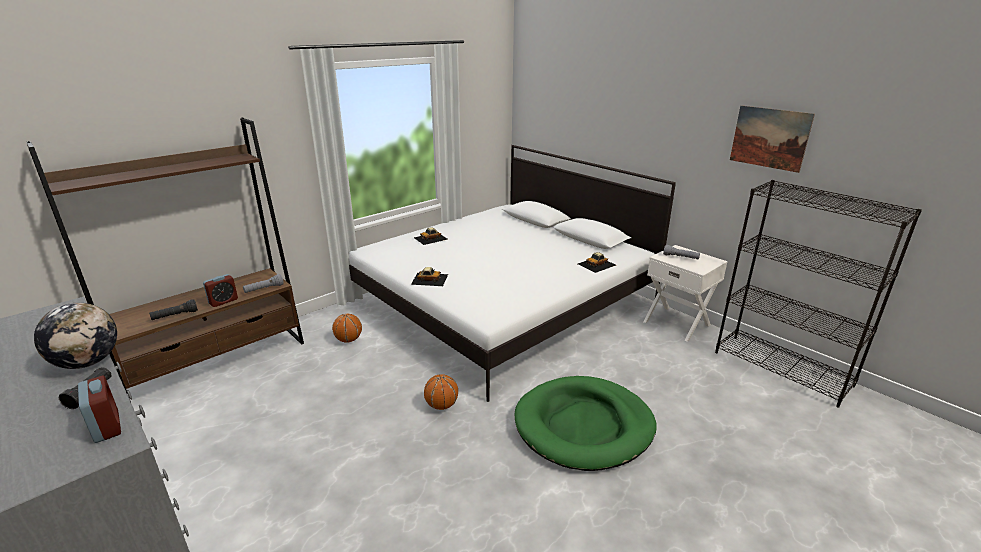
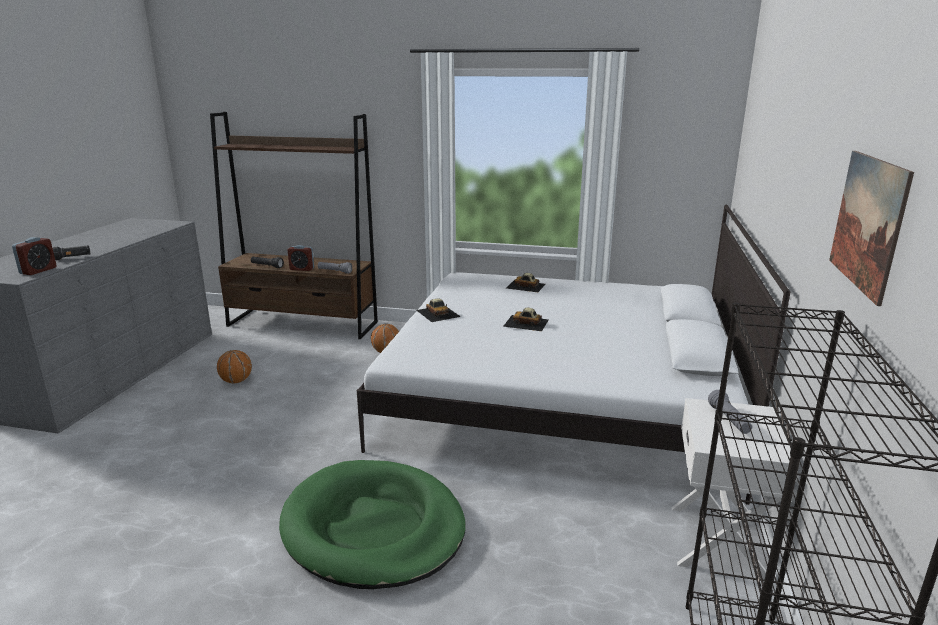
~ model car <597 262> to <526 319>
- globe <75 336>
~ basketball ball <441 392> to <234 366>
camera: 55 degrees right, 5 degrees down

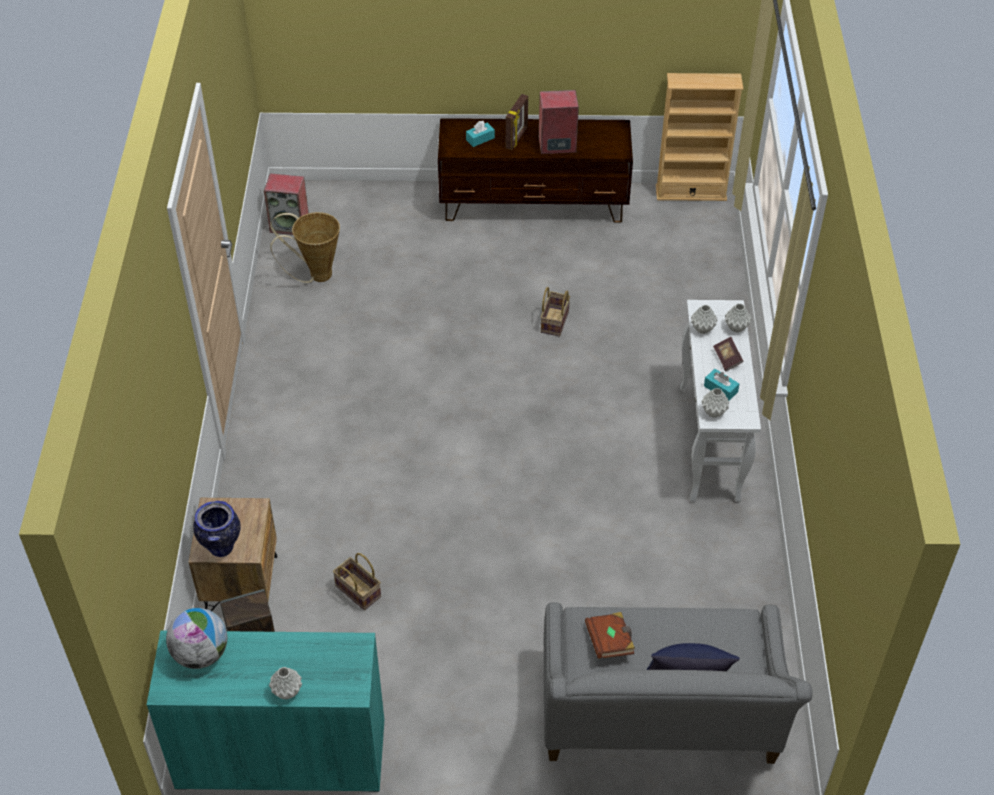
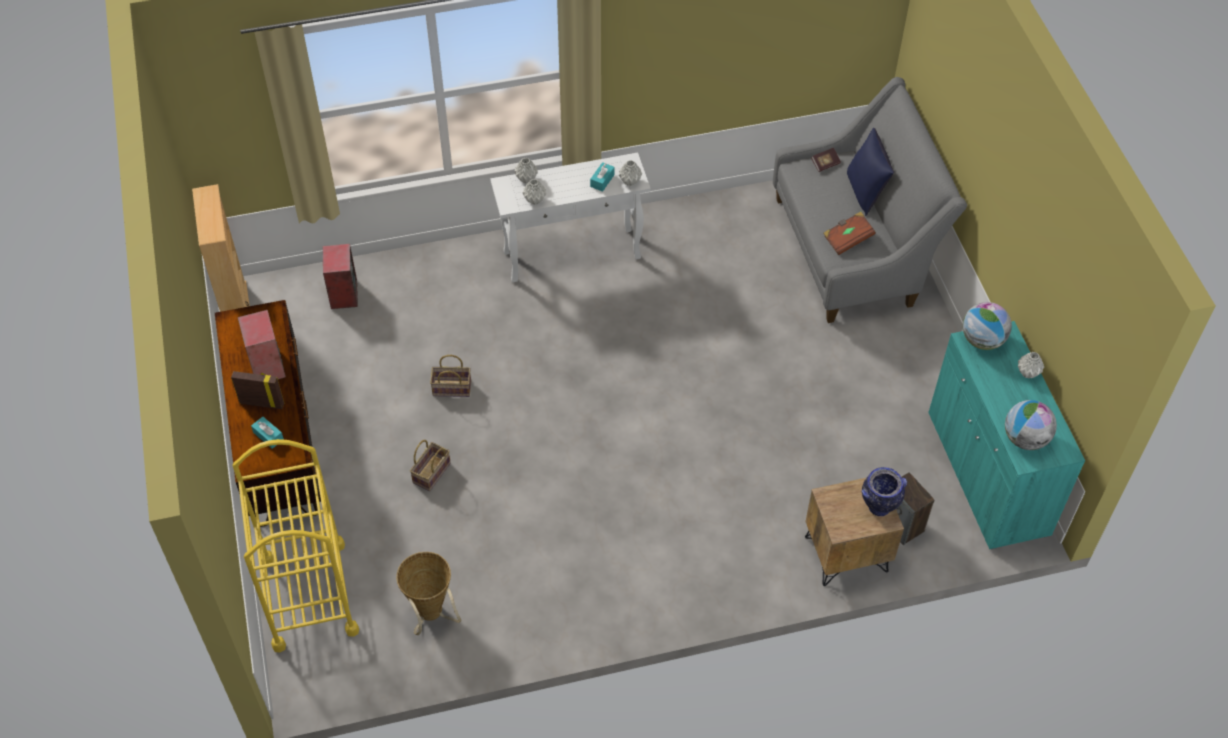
~ loudspeaker <286 204> to <340 276>
~ volume <728 354> to <826 160>
~ storage basket <357 582> to <430 465>
+ globe <987 326>
+ cart (yellow-coloured) <296 545>
camera: 105 degrees left, 5 degrees up

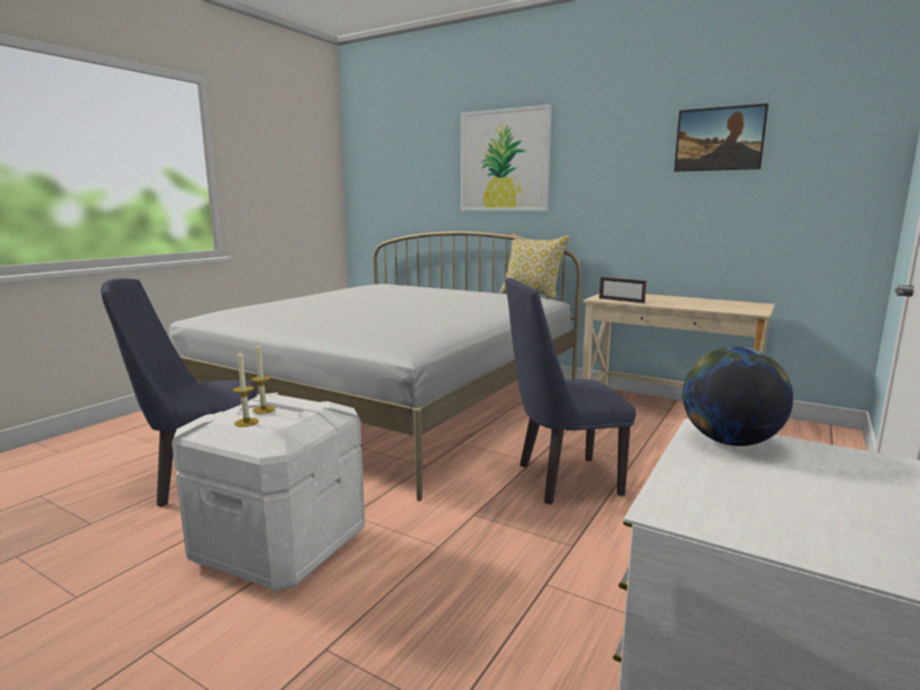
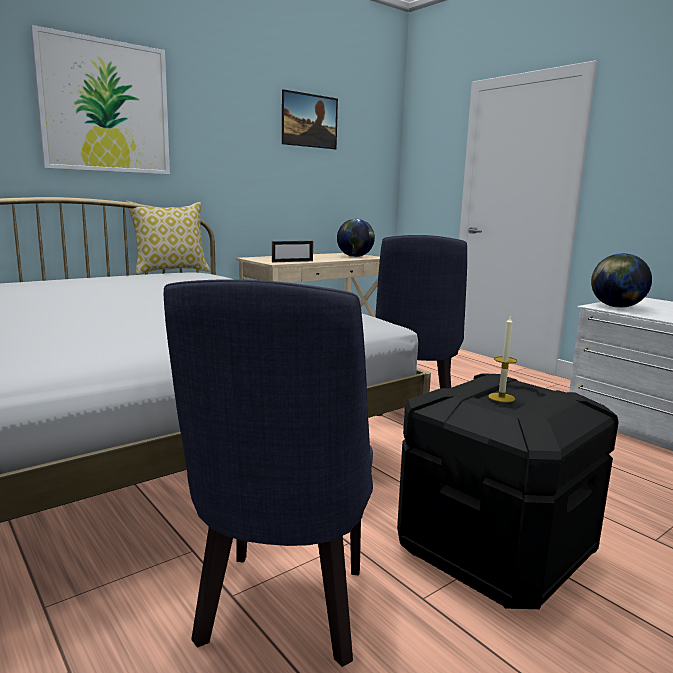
- wax candle <246 389>
~ storage container (white) <268 491> to storage container (black) <508 491>
+ globe <356 238>
camera: 70 degrees left, 0 degrees up

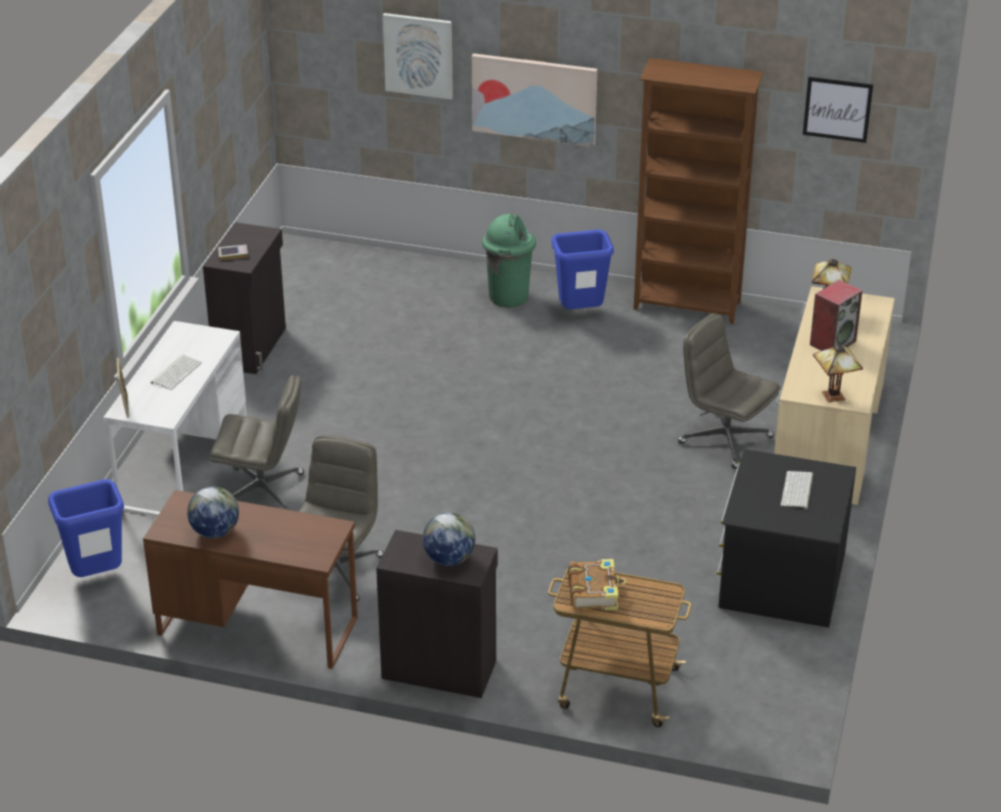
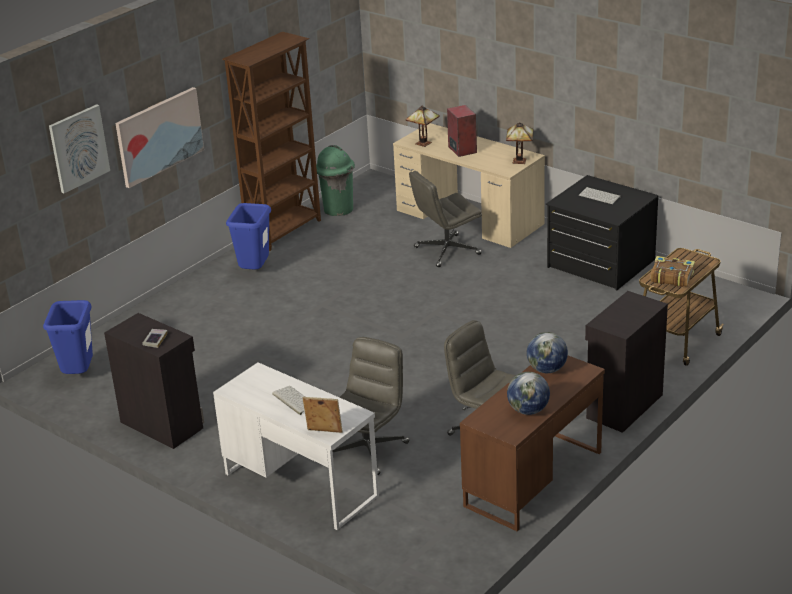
- wall art <838 110>
~ waste bin (greenish) <509 261> to <335 180>
~ waste bin (blue-coloured) <86 528> to <68 337>
~ globe <449 539> to <547 352>
camera: 65 degrees left, 5 degrees down

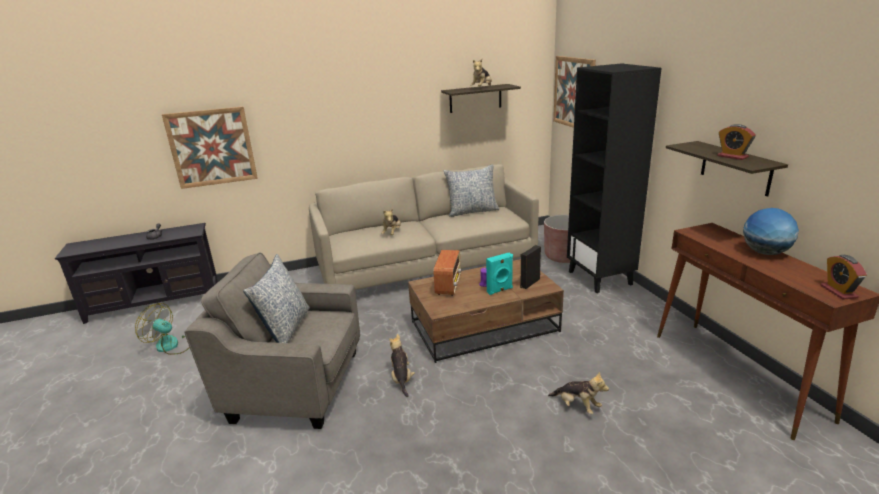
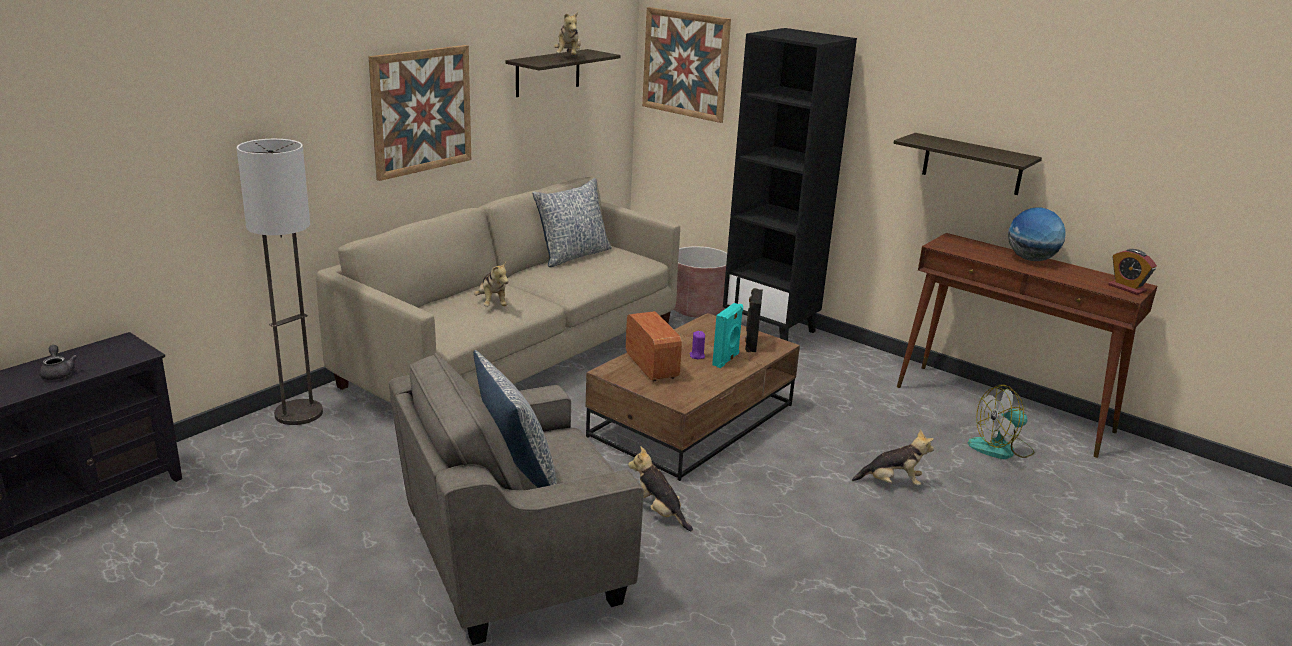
~ wall art <210 147> to <420 113>
- alarm clock <736 142>
~ electric fan <162 329> to <1001 422>
+ floor lamp <280 282>
camera: 35 degrees left, 0 degrees up

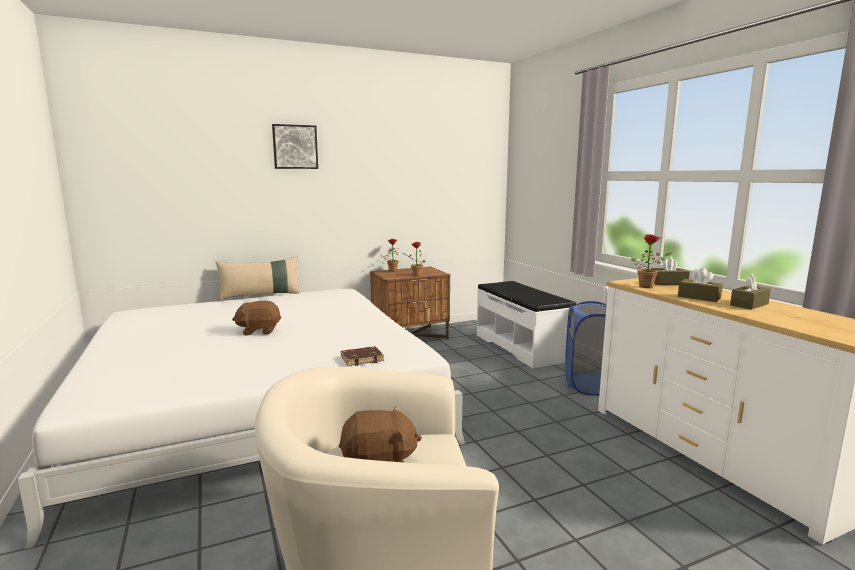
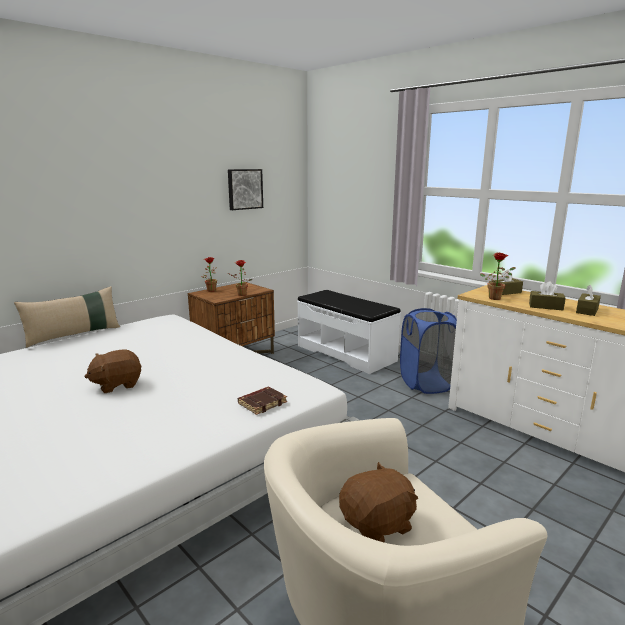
~ wall art <295 146> to <245 189>
camera: 20 degrees left, 5 degrees up

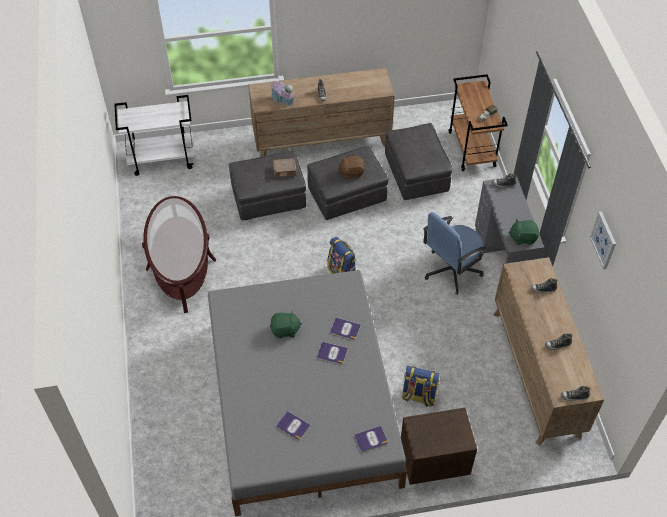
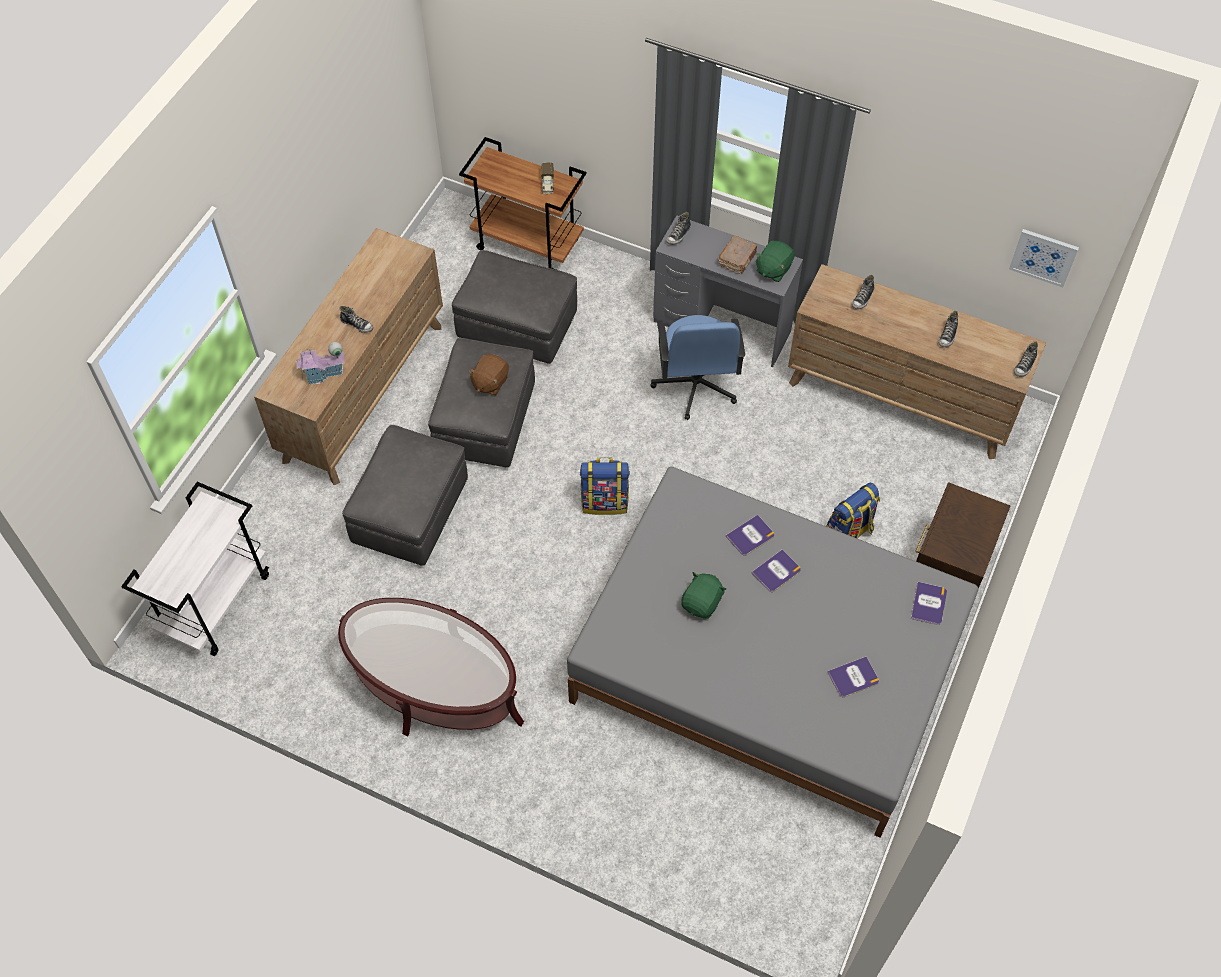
~ volume (brown) <285 167> to <737 255>
~ wall art <603 240> to <1044 258>
camera: 55 degrees left, 5 degrees up

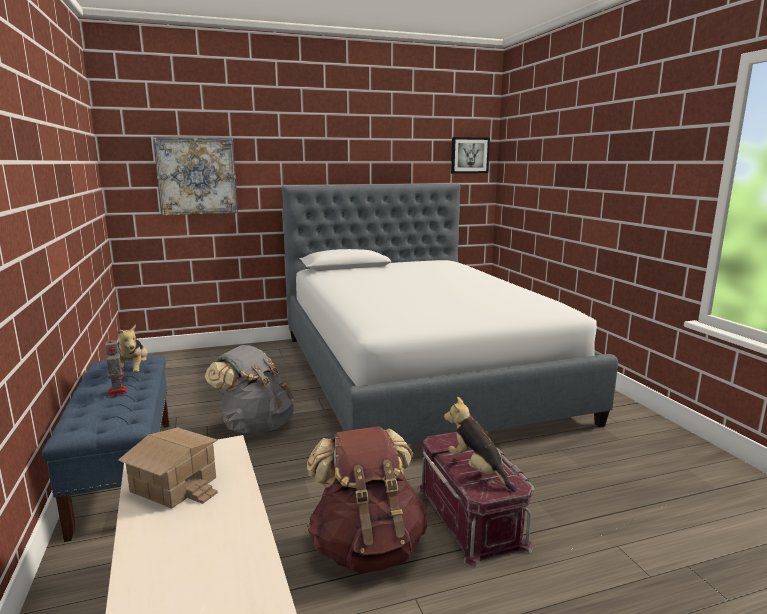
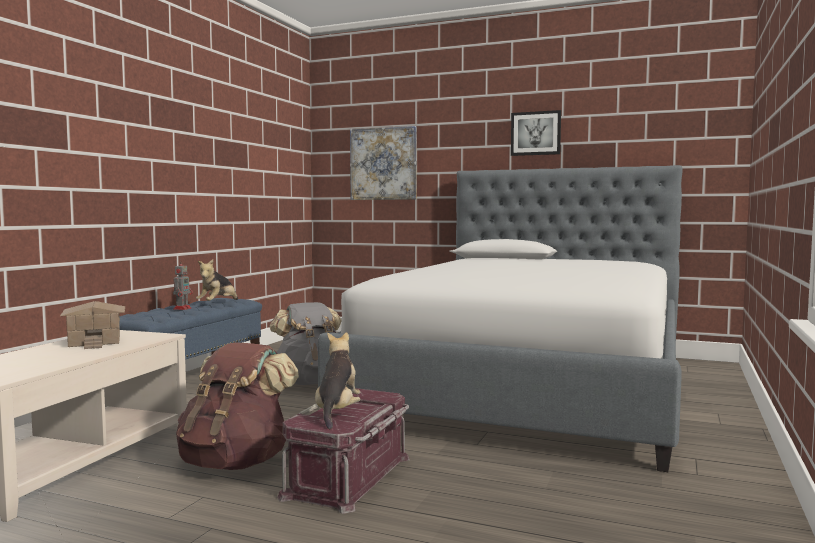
~ wall art <470 155> to <536 133>
camera: 40 degrees right, 10 degrees down

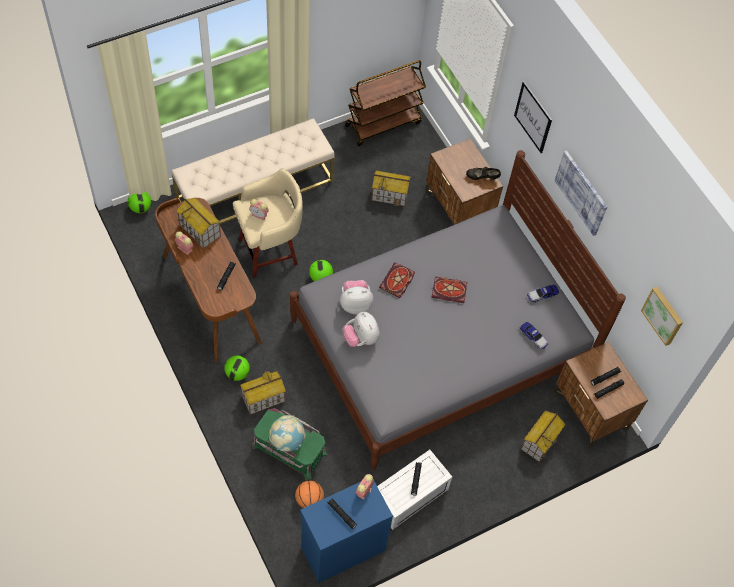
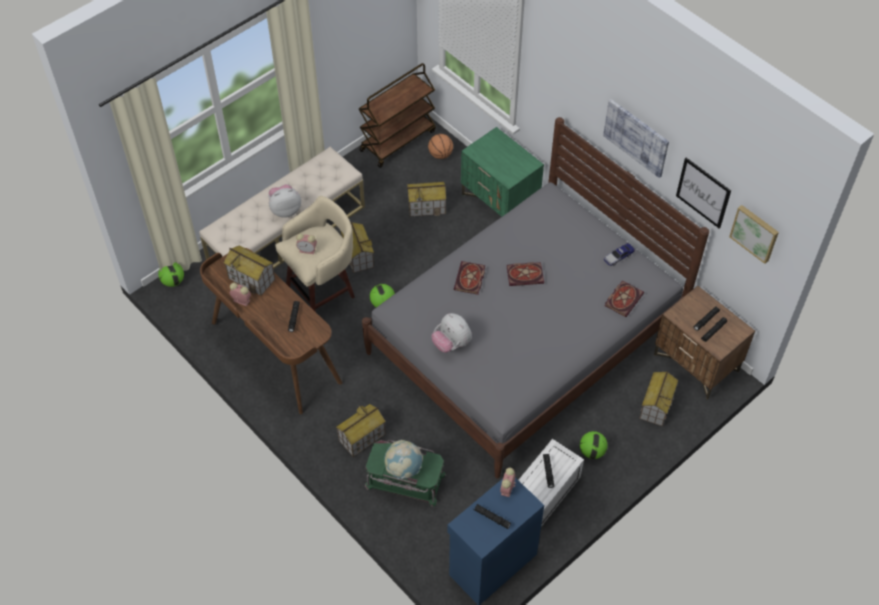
~ wall art <533 117> to <703 193>
~ bedside table (brown) <464 181> to bedside table (greenish) <502 172>
- low shoe (black) <483 173>
~ plush toy <356 297> to <284 201>
~ model car <534 336> to volume <624 298>
~ football <237 368> to <594 445>
~ basketball ball <309 494> to <440 146>
+ toy house <357 247>
camera: 10 degrees left, 5 degrees down

